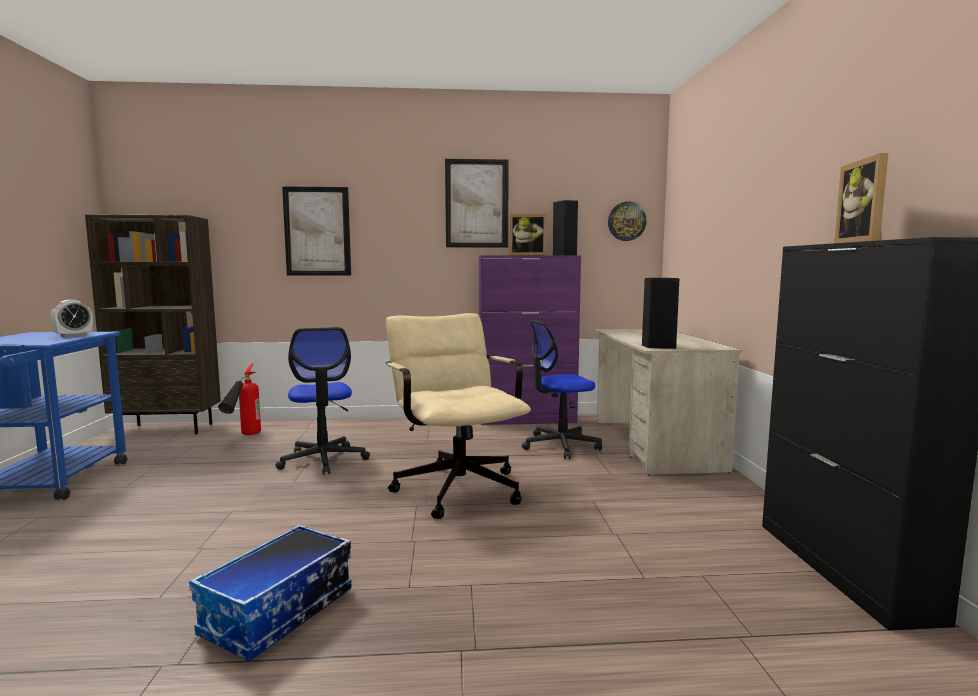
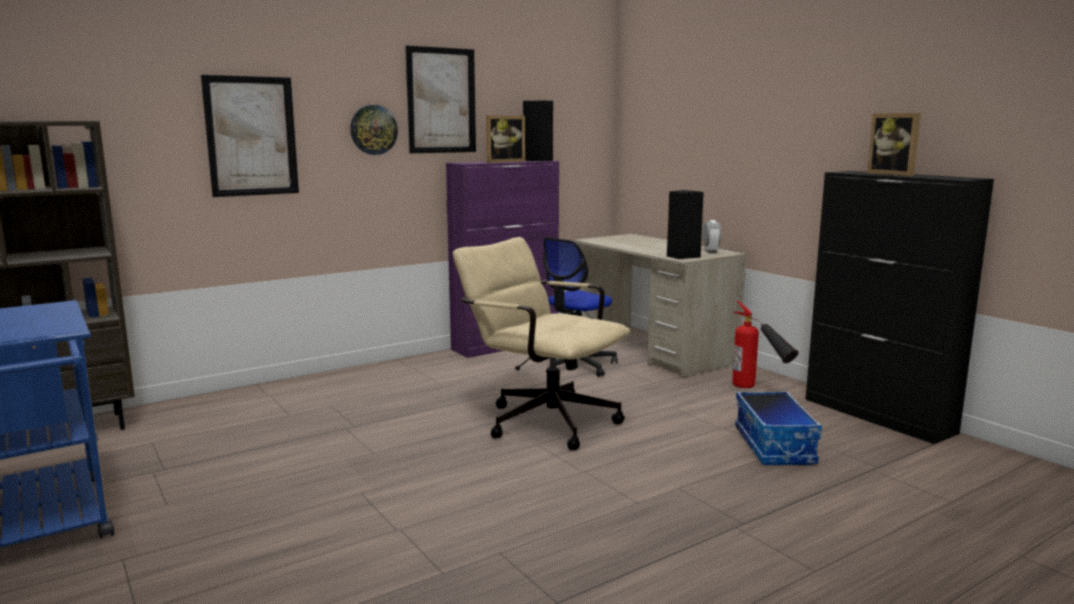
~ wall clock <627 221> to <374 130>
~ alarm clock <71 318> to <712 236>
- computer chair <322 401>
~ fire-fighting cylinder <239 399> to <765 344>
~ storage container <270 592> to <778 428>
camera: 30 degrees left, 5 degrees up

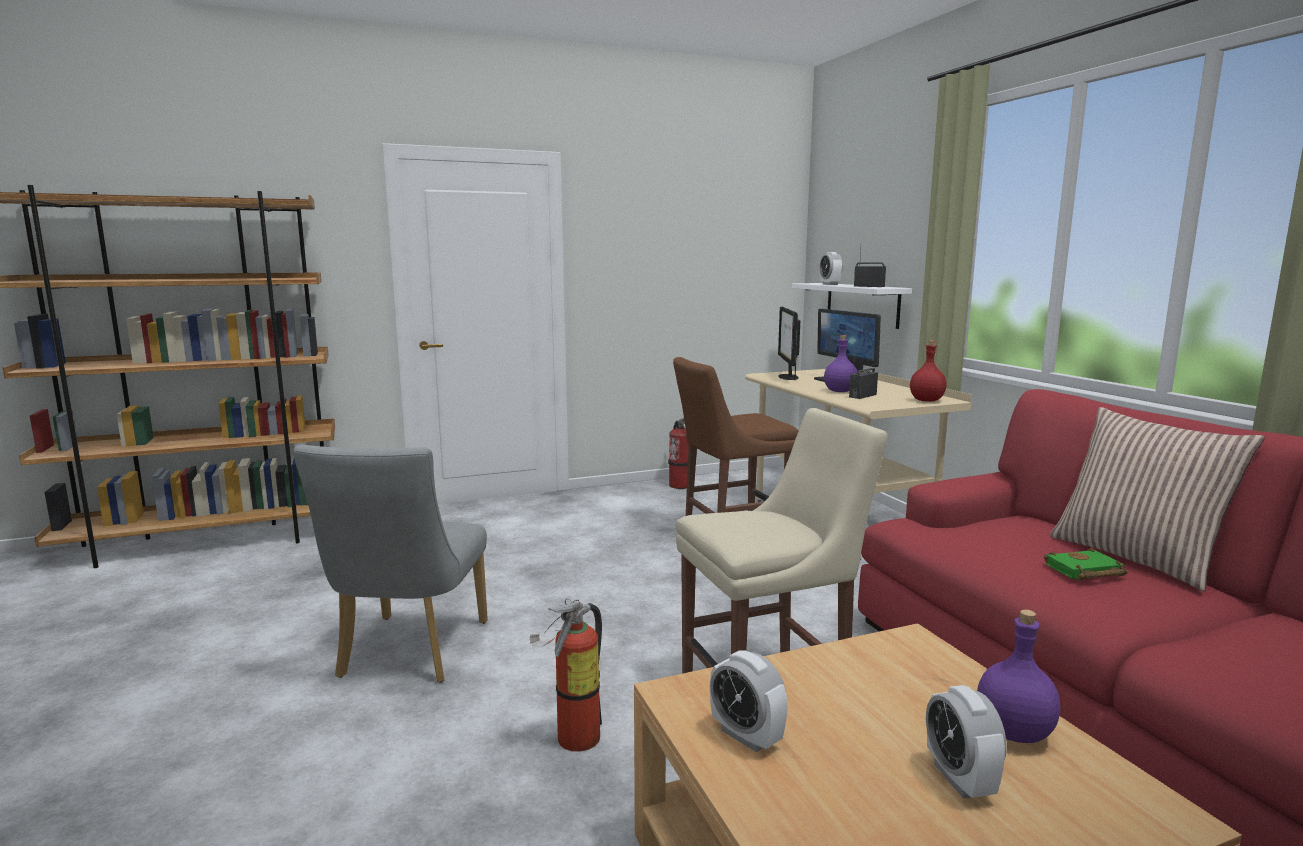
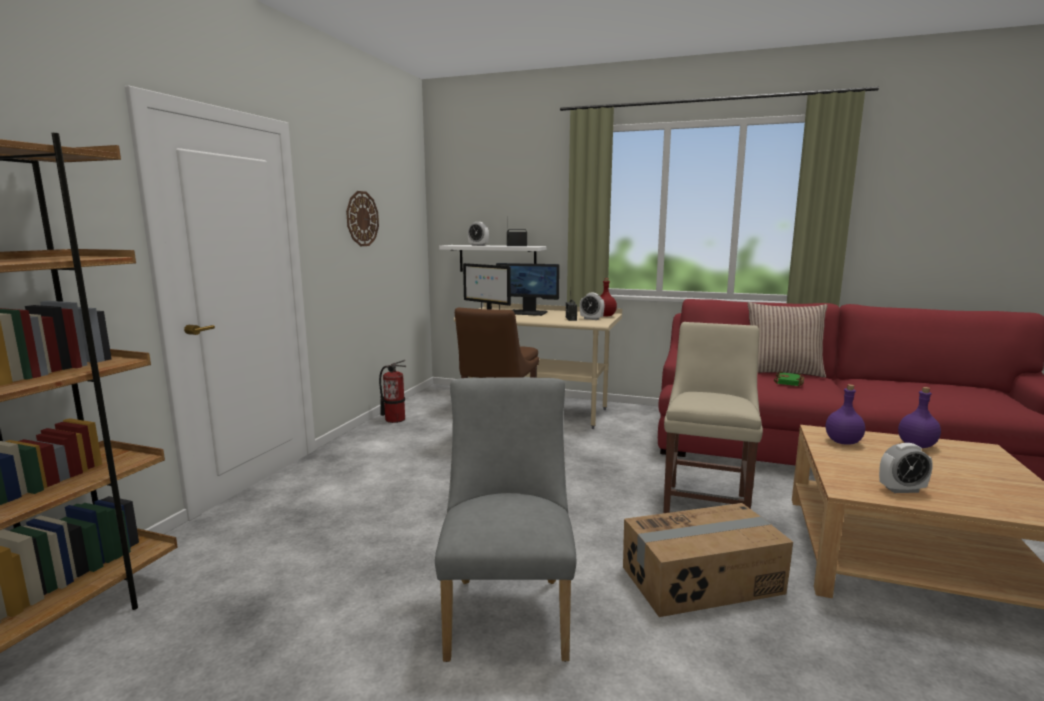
~ drink bottle (purple-coloured) <840 363> to <845 414>
~ plain chair (grey) <390 564> = <505 519> 135 degrees counterclockwise
~ fire-fighting cylinder <566 675> to carton <708 560>
~ alarm clock <966 742> to <592 306>
+ wall clock <362 218>
camera: 50 degrees left, 0 degrees up

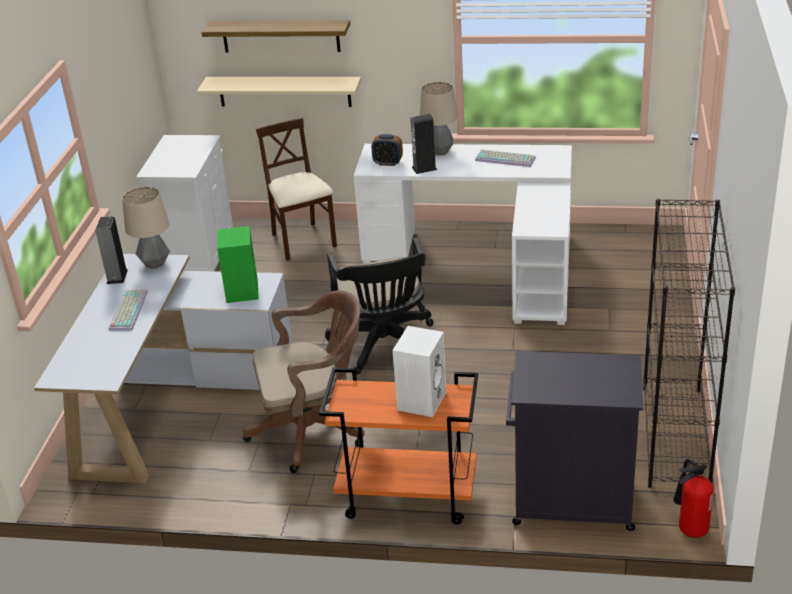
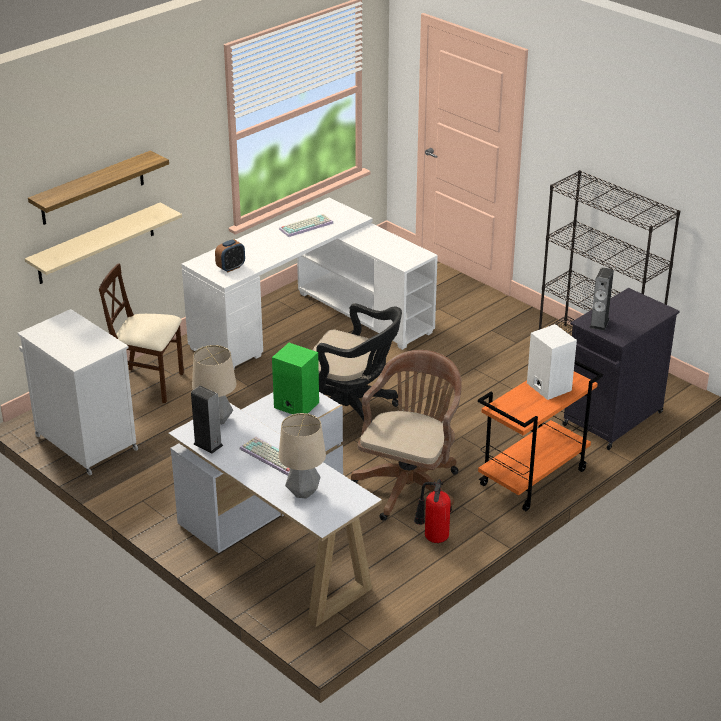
~ lamp for a table <438 119> to <302 456>
~ loudspeaker <424 144> to <601 299>
~ fire-fighting cylinder <693 498> to <432 511>
camera: 55 degrees left, 0 degrees up

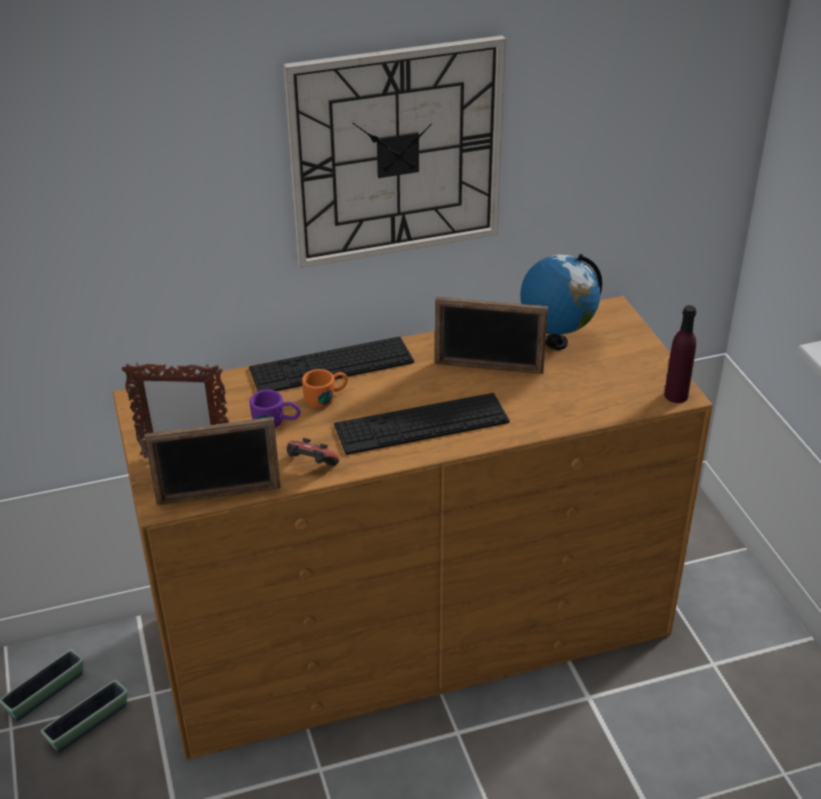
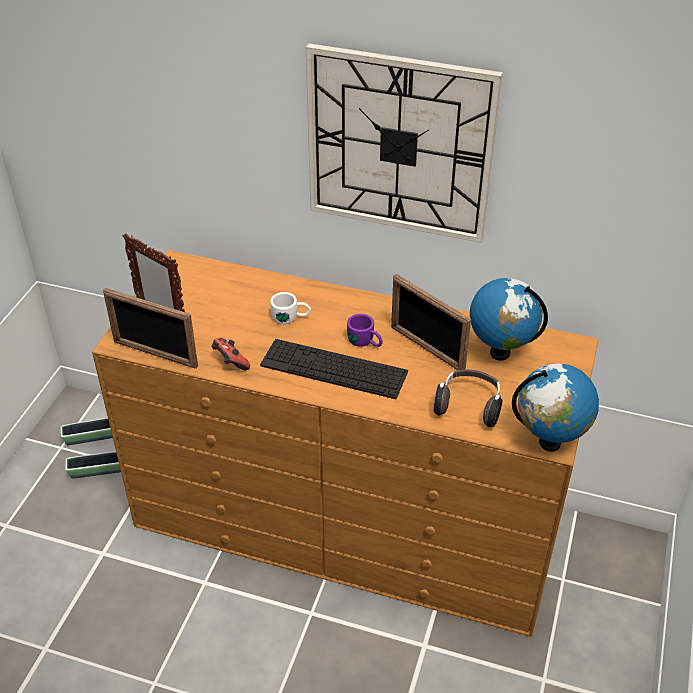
~ drink bottle (purple-coloured) <680 354> to globe <555 407>
- computer keyboard <331 364>
~ mug (orangey) <325 388> to mug (white) <290 308>
~ mug (purple-coloured) <275 409> to <365 330>
+ headset <468 398>
camera: 35 degrees right, 5 degrees up

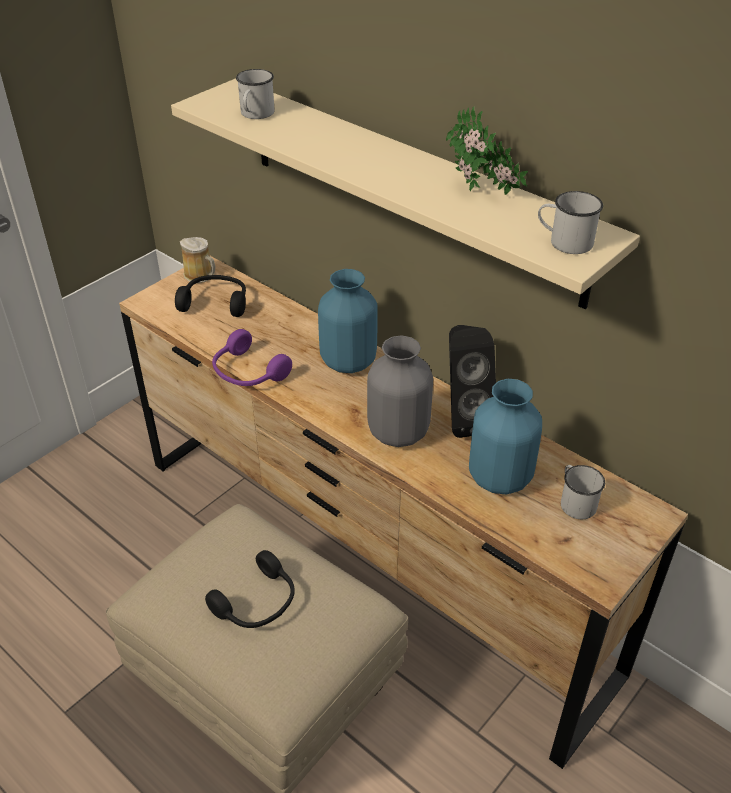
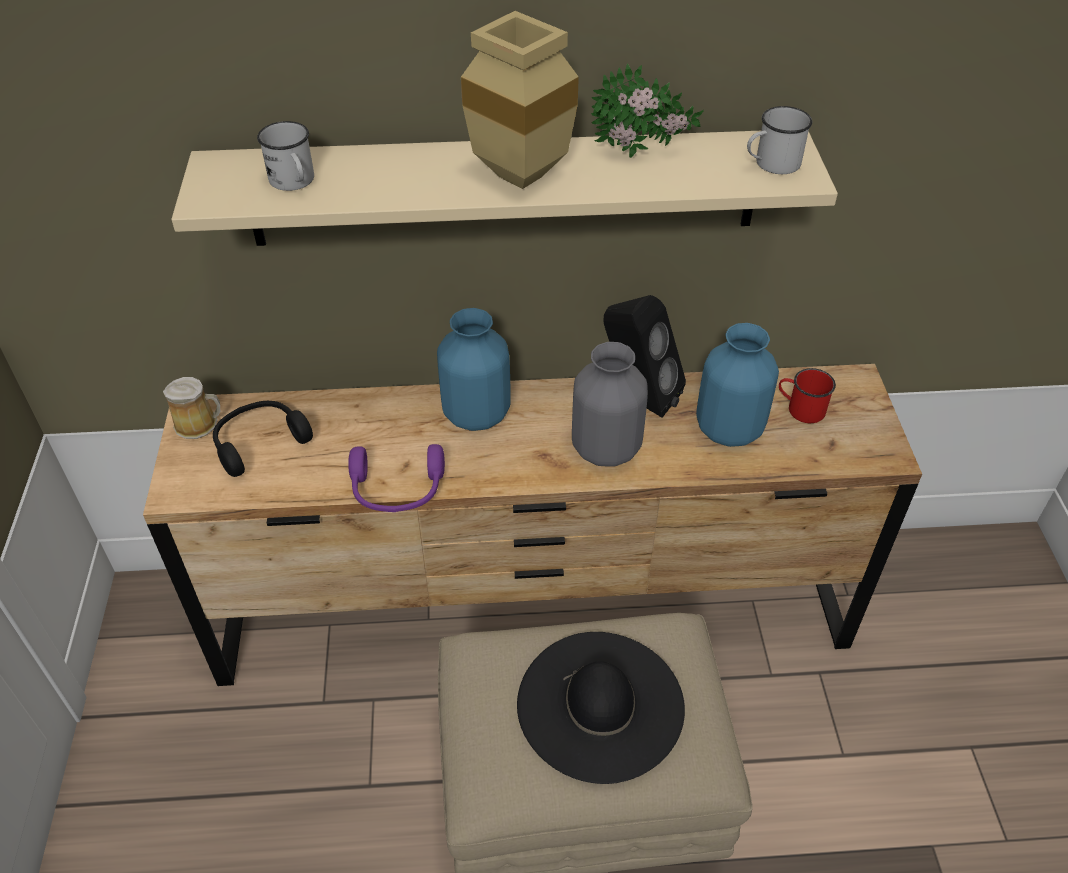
~ mug (white) <583 492> to mug (red) <807 395>
~ headset (black) <250 589> to hat (black) <601 708>
+ flower vase (beige) <520 100>
camera: 45 degrees left, 5 degrees up

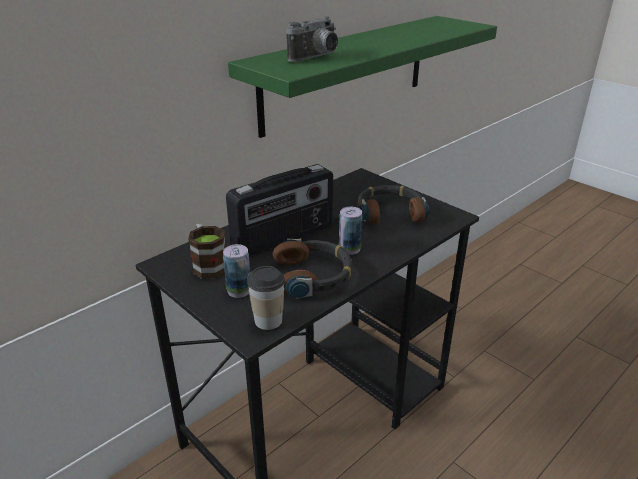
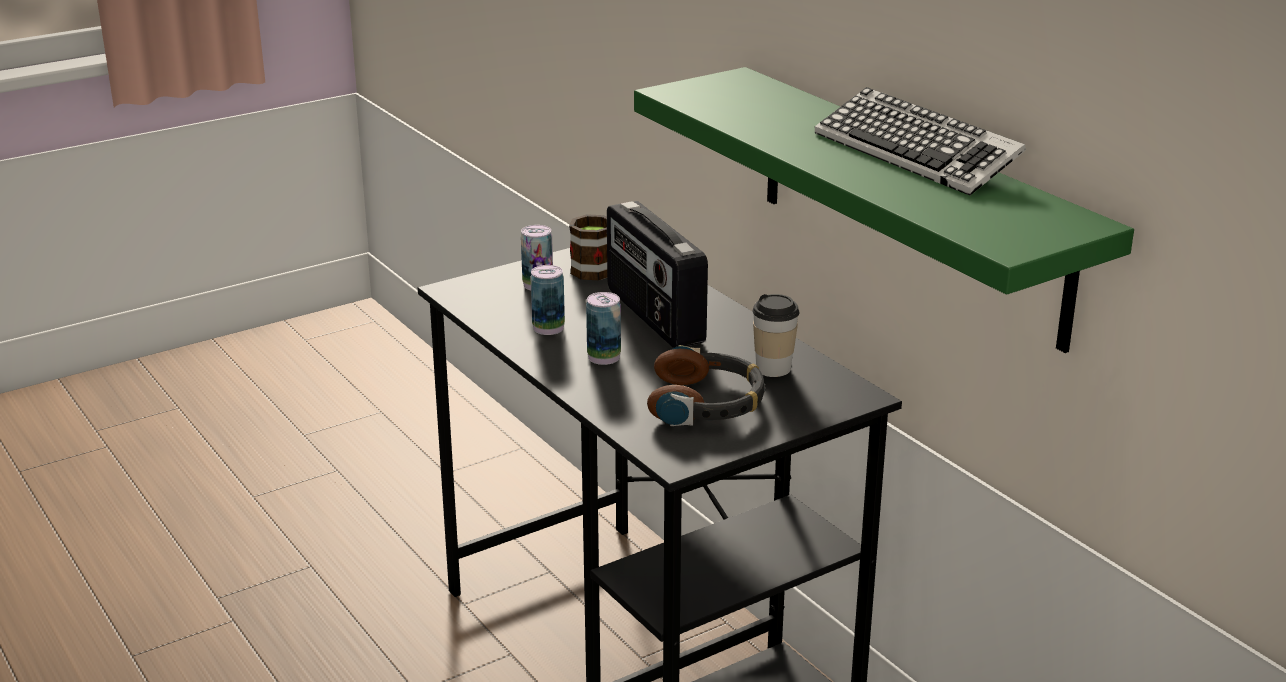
- photo camera <312 39>
~ headset <312 268> to can <547 300>
~ cup <266 298> to <775 335>
+ computer keyboard <920 141>
camera: 100 degrees right, 5 degrees down

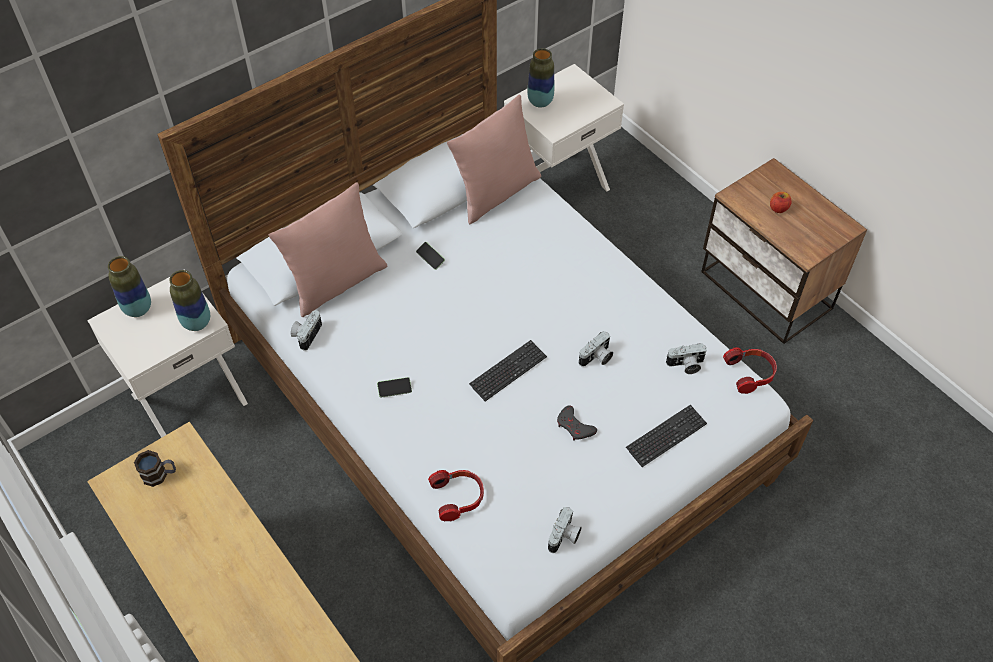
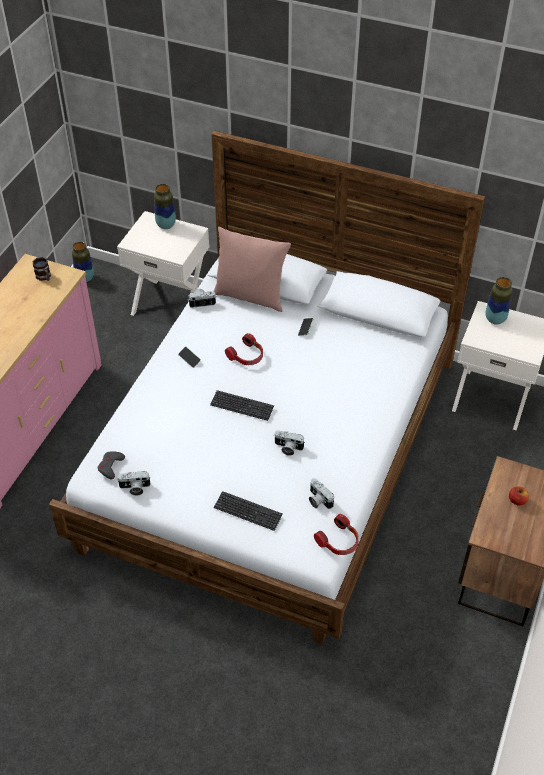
- cushion (pink-coloured) <494 159>
~ flower vase <189 300> to <83 262>
~ joypad (grey) <577 422> to <111 465>
~ headset <456 496> to <244 349>
camera: 60 degrees right, 5 degrees down

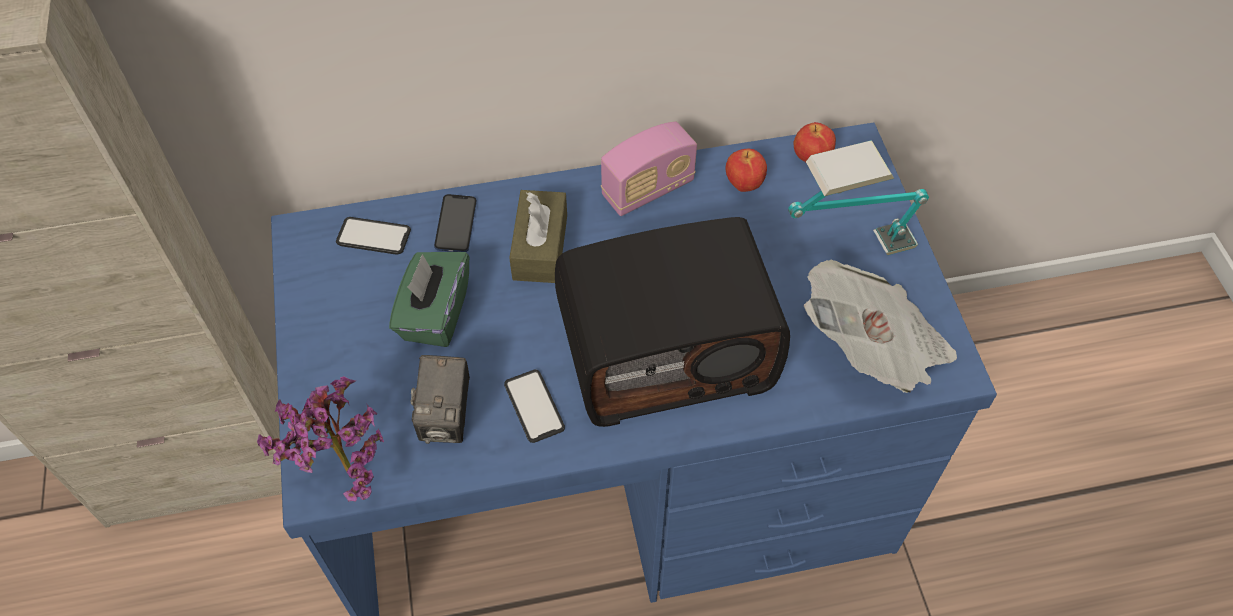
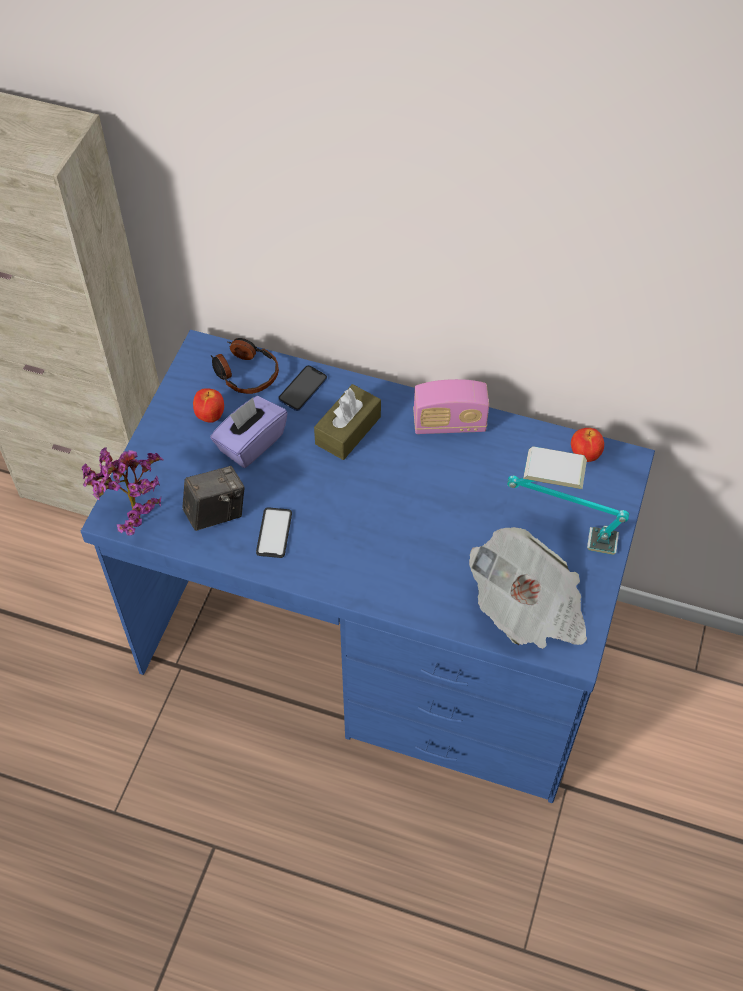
~ apple <746 170> to <208 405>
~ phone <373 235> to headset <245 366>
- radio receiver <672 322>
~ box of tissues (greenish) <429 299> to box of tissues (purple-coloured) <249 432>
~ photo camera <440 399> = <213 498> 150 degrees counterclockwise
camera: 30 degrees right, 0 degrees up

